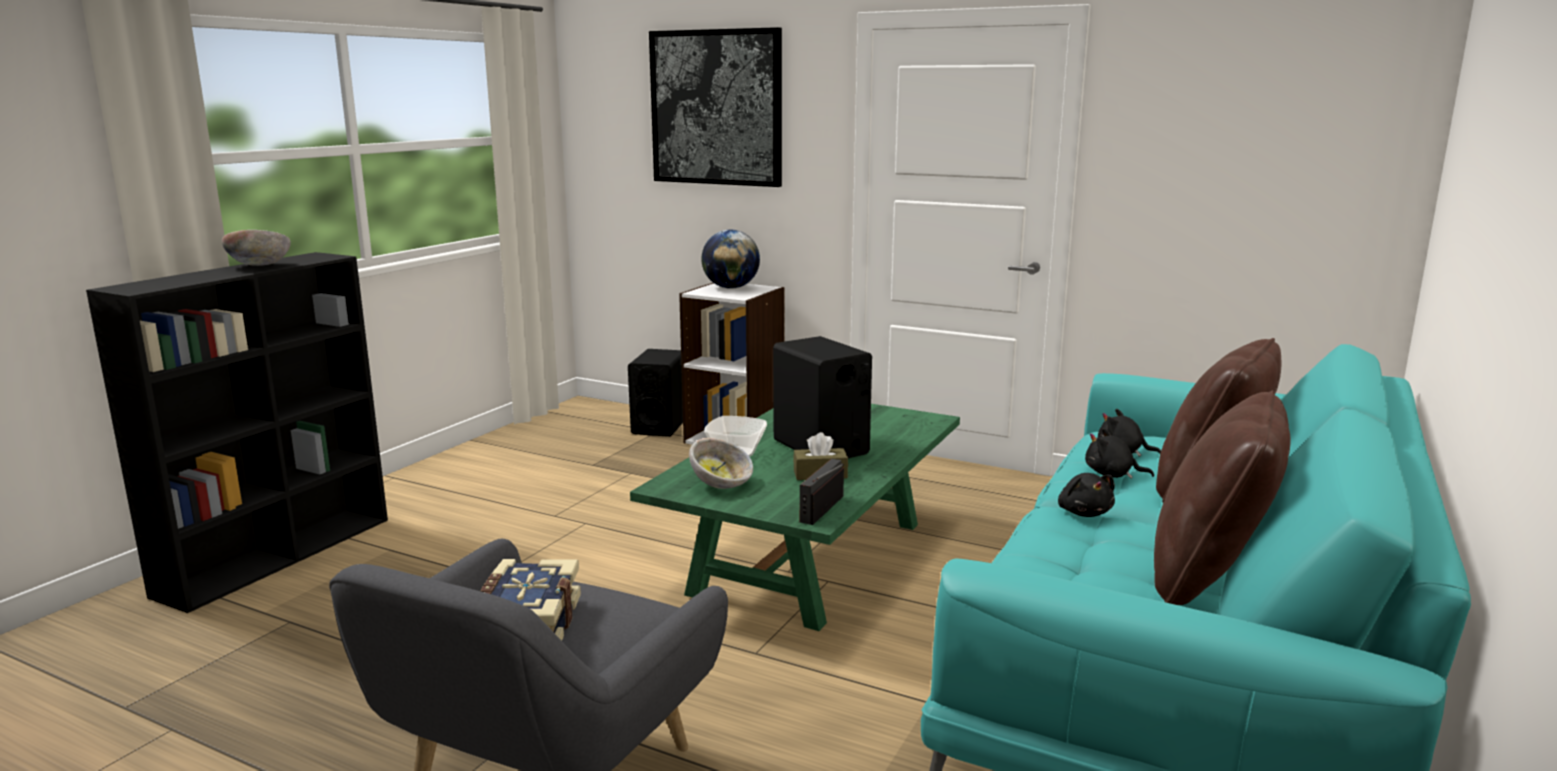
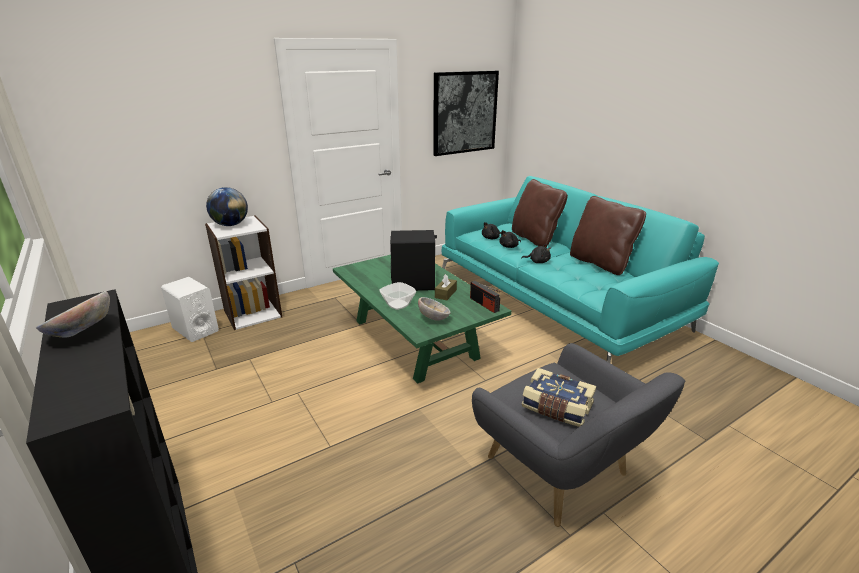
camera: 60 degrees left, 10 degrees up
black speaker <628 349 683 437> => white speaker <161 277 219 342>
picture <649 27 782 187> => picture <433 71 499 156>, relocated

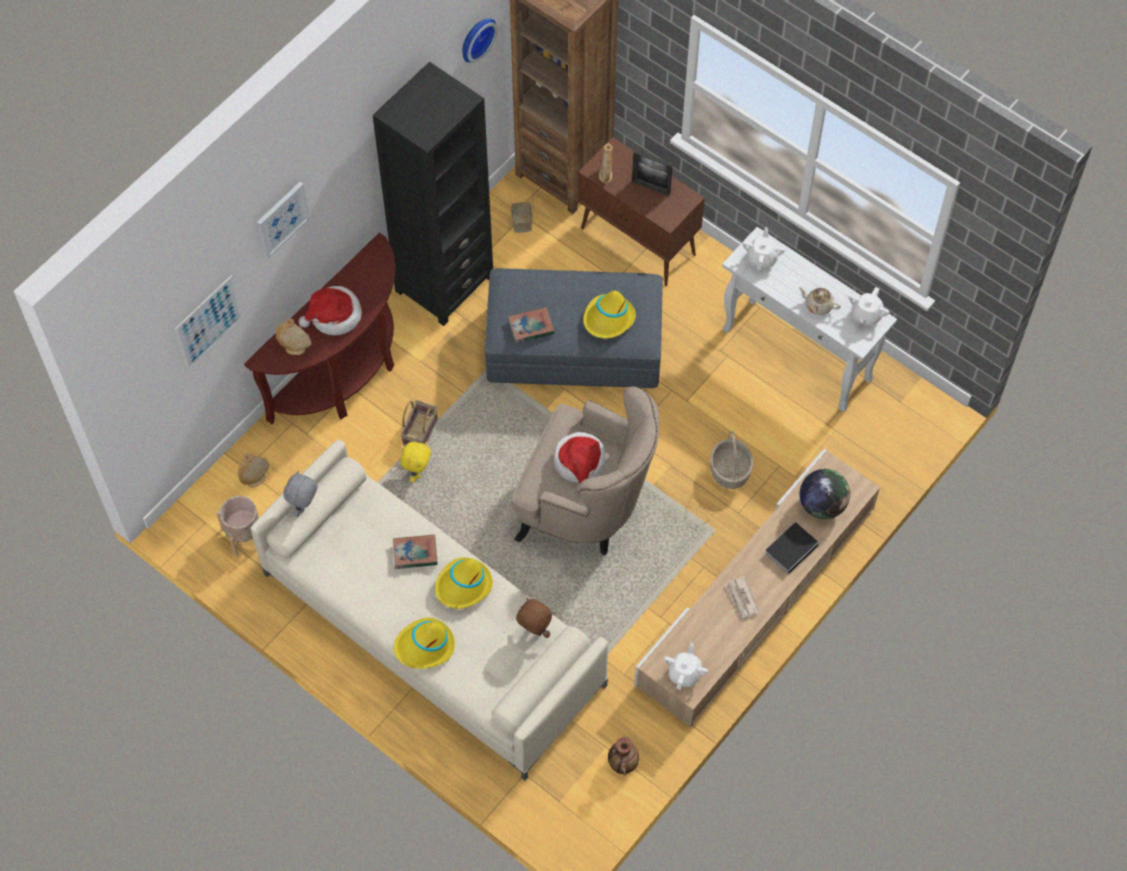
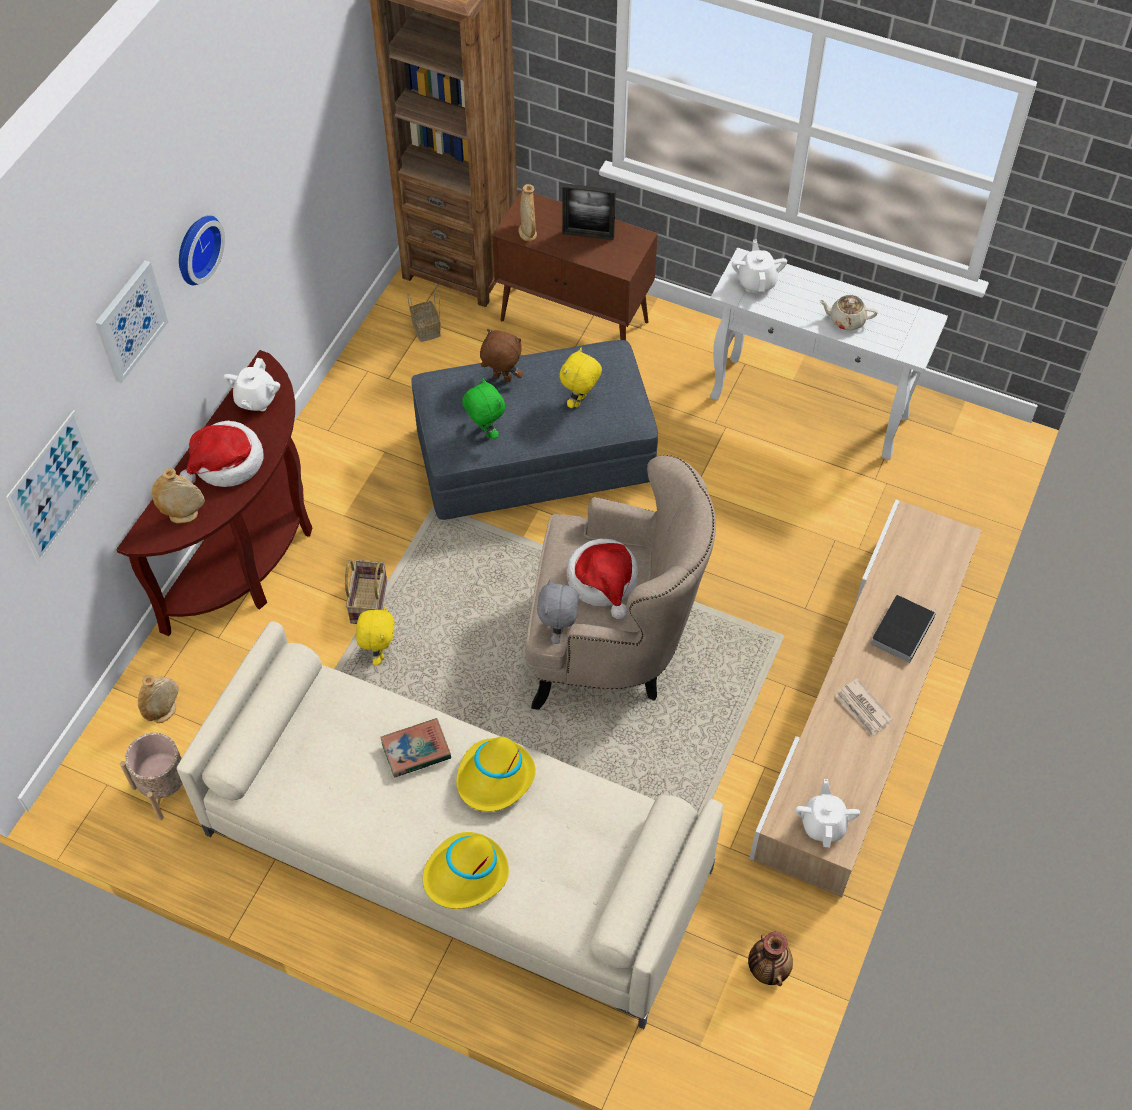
camera: 15 degrees left, 5 degrees down
wall clock <462 18 498 63> => wall clock <179 215 225 285>, relocated
white teapot <849 287 889 326> => white teapot <223 358 280 411>, relocated
book <508 307 554 343> => green plush toy <462 378 505 439>
brown plush toy <516 598 552 638> => brown plush toy <480 329 523 382>, relocated
grey plush toy <283 470 317 517> => grey plush toy <537 579 579 644>, relocated
yellow hat <583 291 636 339> => yellow plush toy <560 347 602 408>
black bookcase <373 62 493 326> => nothing
basket <710 431 753 489> => nothing
globe <800 469 850 519> => nothing

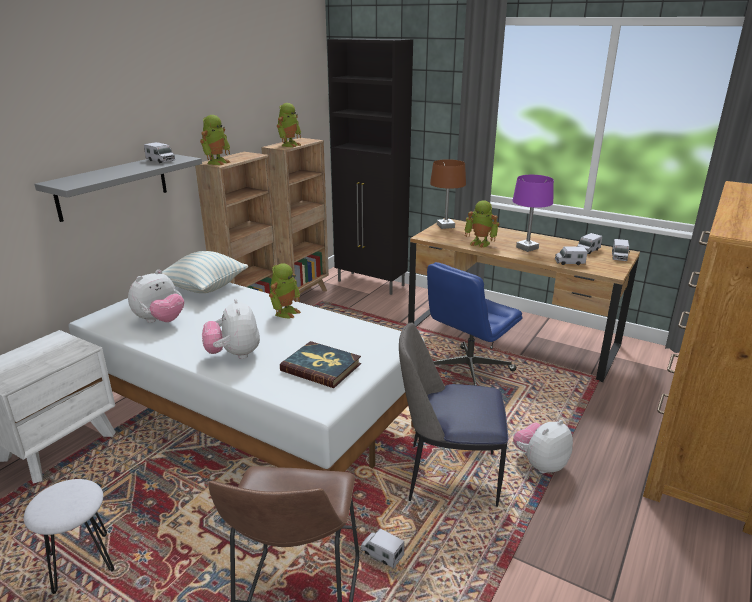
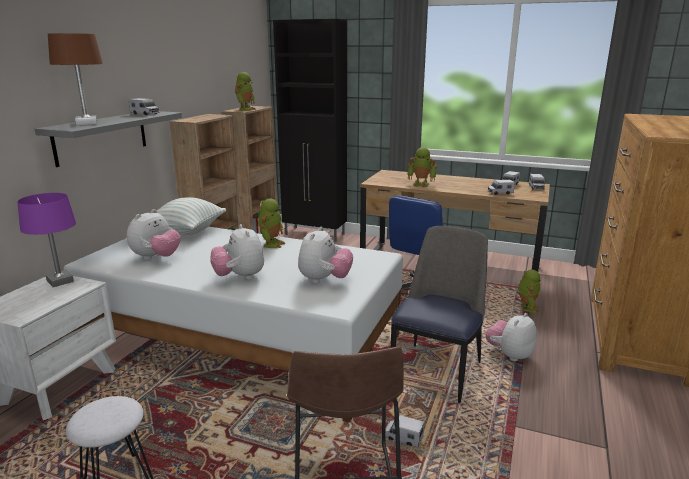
camera: 10 degrees left, 5 degrees down
purple table lamp <512 175 554 252> => purple table lamp <17 193 76 287>, relocated
brown table lamp <430 159 466 229> => brown table lamp <48 33 103 126>, relocated
book <280 341 361 388> => plush toy <298 227 353 283>
chair <399 322 508 507> => chair <391 226 488 403>, 120 degrees clockwise
toy robot <200 115 231 165> => toy robot <518 270 540 313>, relocated

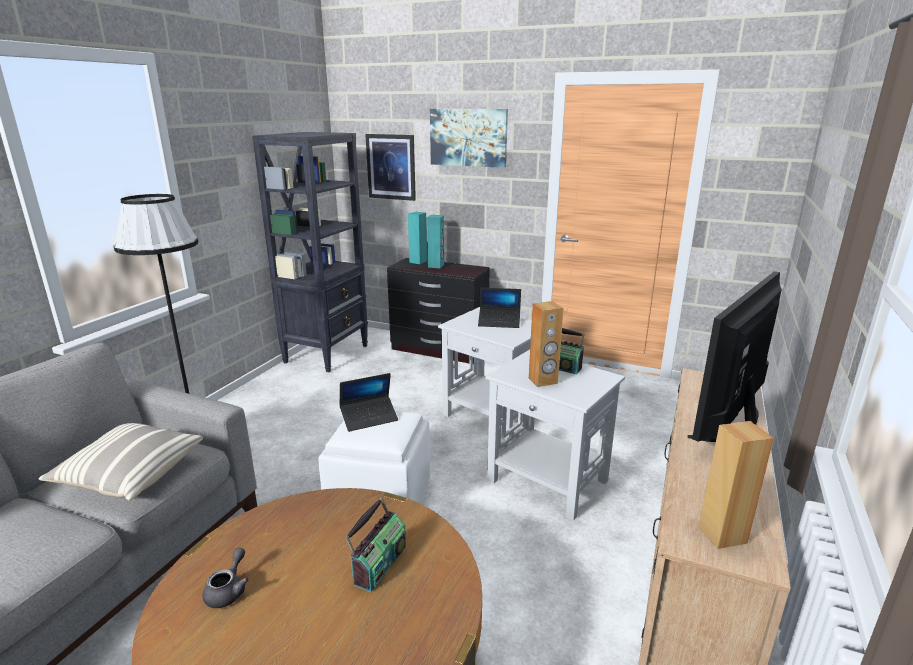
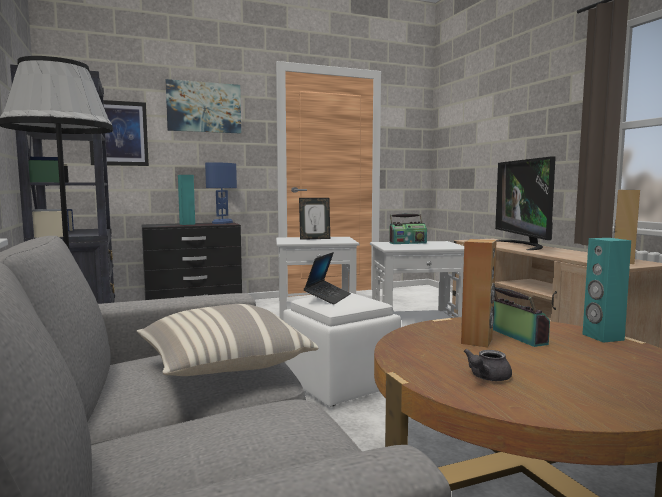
camera: 45 degrees left, 15 degrees down
nothing => blue table lamp <205 162 237 224>
laptop <478 288 521 328> => picture frame <299 198 330 240>
brown speaker <529 301 564 387> => brown speaker <461 239 497 347>, relocated
grey teapot <203 548 249 608> => grey teapot <464 349 512 381>, 105 degrees counterclockwise
turquoise speaker <408 212 427 264> => turquoise speaker <583 238 631 343>, relocated

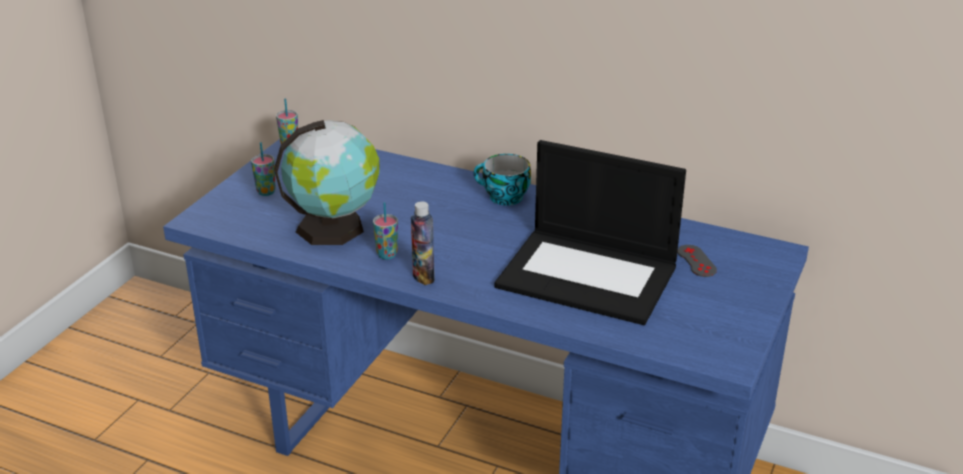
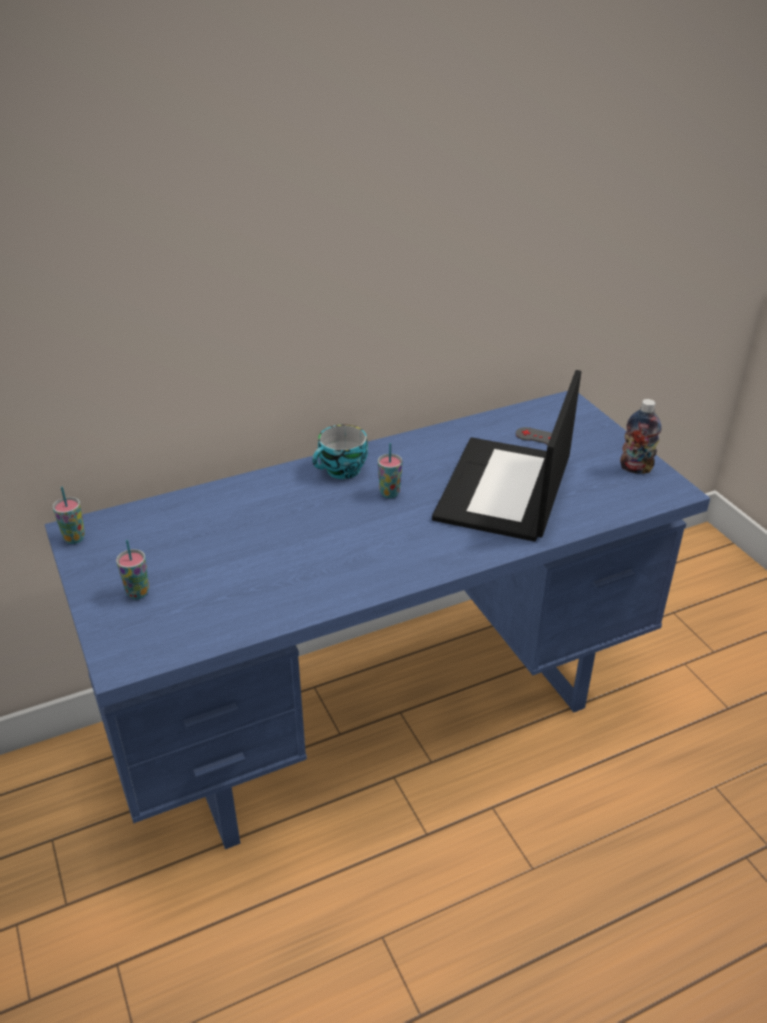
camera: 50 degrees left, 5 degrees up
cup <373 202 398 260> => cup <378 443 402 498>, relocated
laptop <494 140 686 325> => laptop <432 370 581 542>, 135 degrees clockwise
bottle <411 201 435 285> => bottle <620 399 662 474>, relocated
globe <274 120 380 245> => nothing

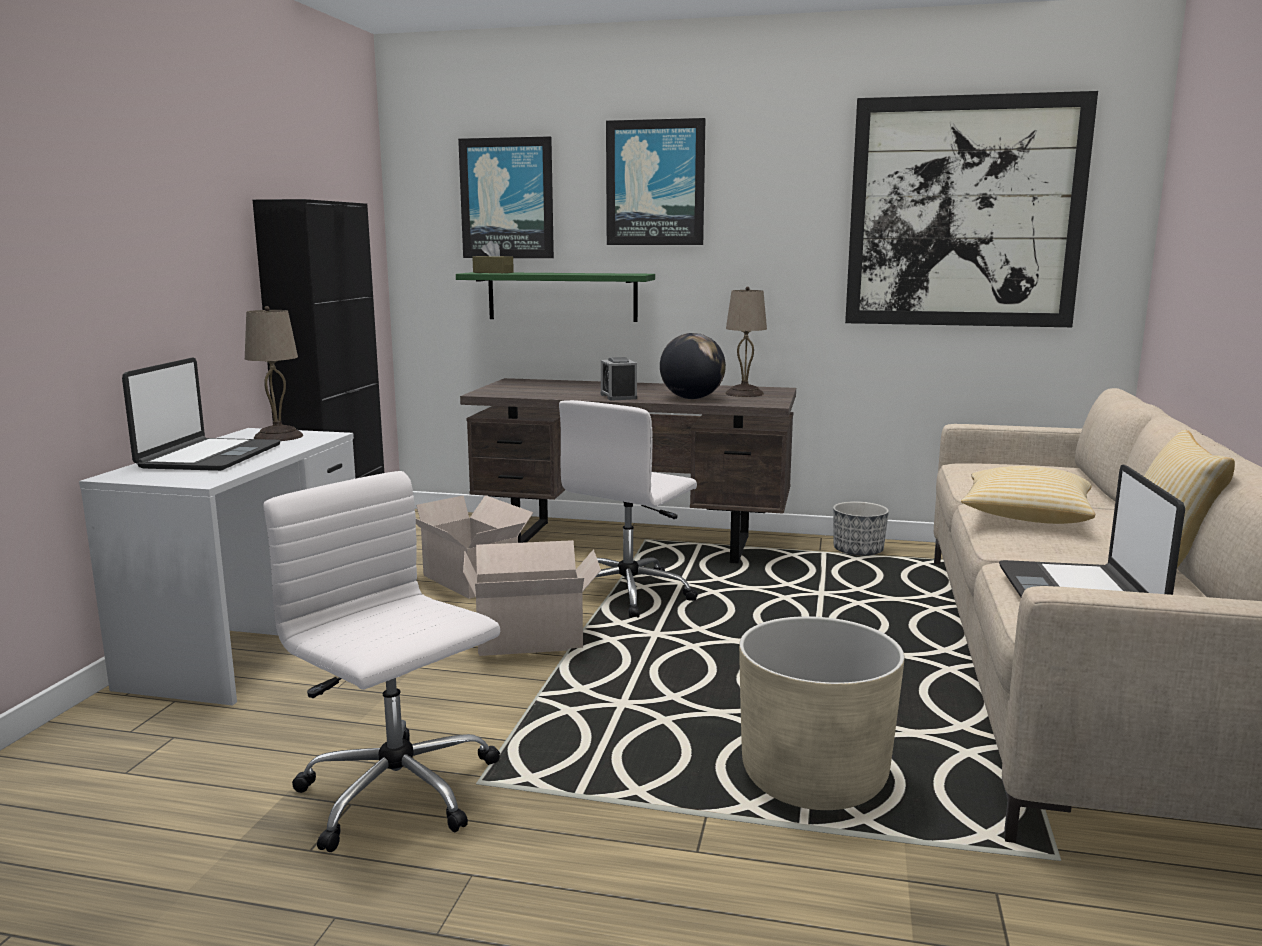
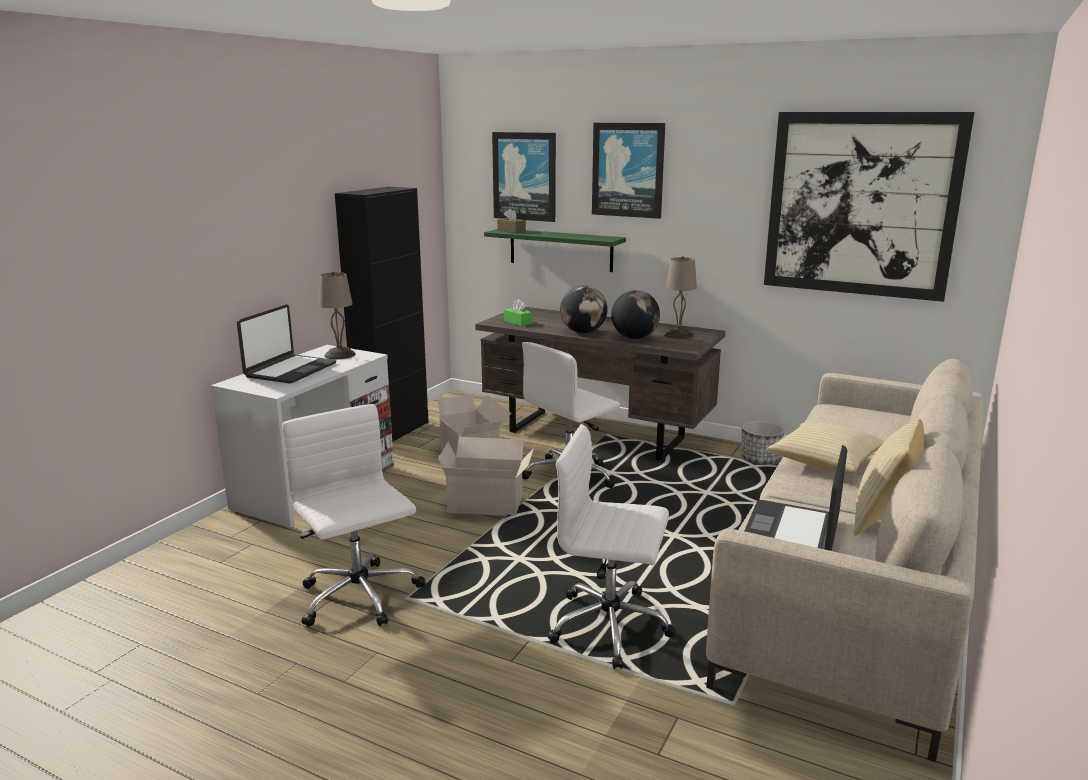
camera: 15 degrees right, 5 degrees up
nothing => green tissue box <504 299 532 326>
beige planter <739 616 904 810> => white office chair <547 424 675 669>
alarm clock <601 357 637 401> => globe <560 286 608 333>

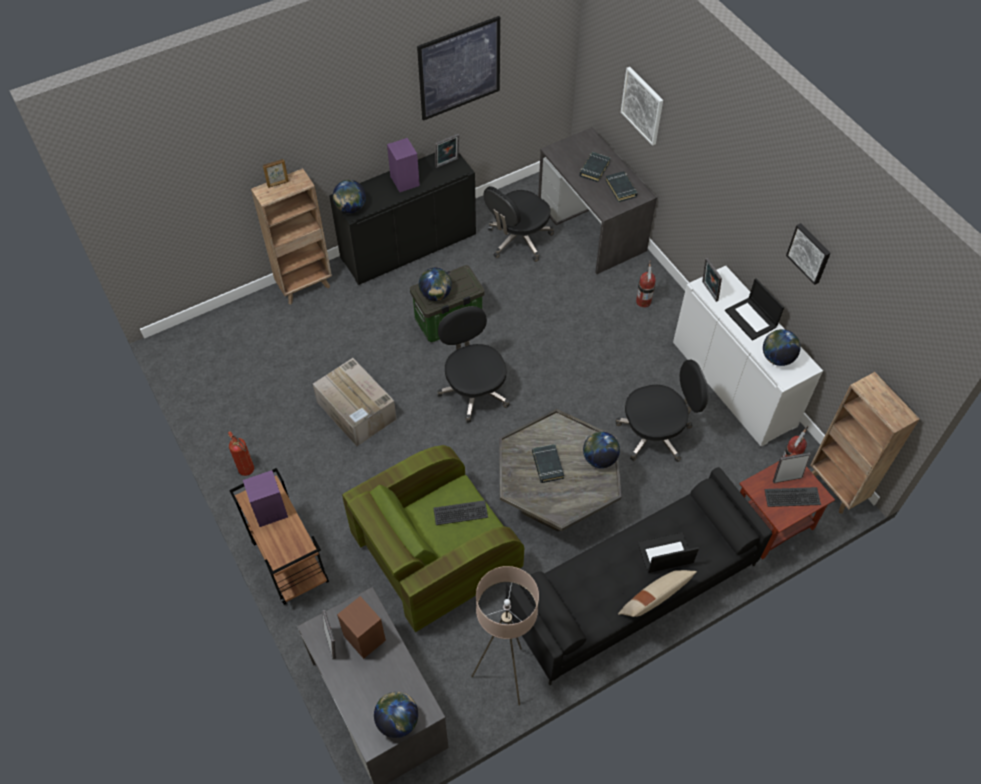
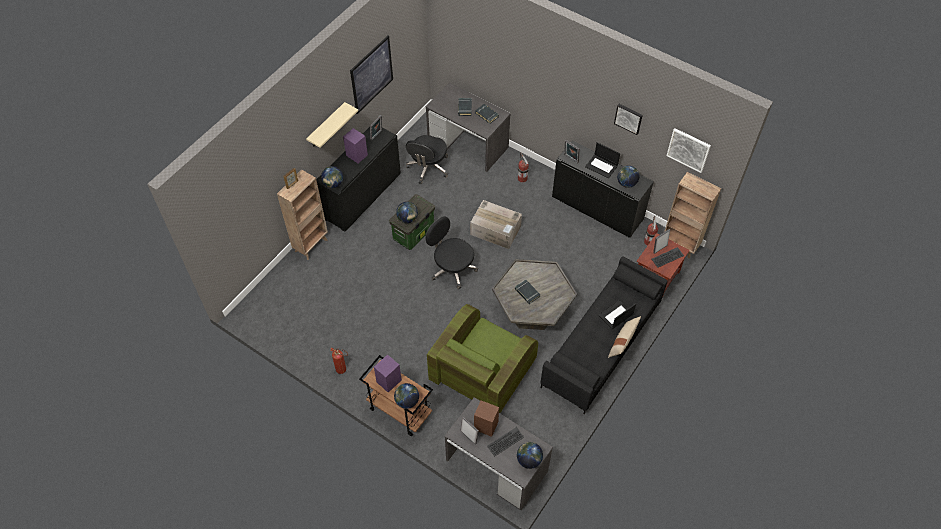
camera: 25 degrees left, 0 degrees up
nothing => beige shelf <306 102 358 148>
globe <583 431 620 468> => globe <394 383 419 409>, relocated
cardboard box <313 358 397 446> => cardboard box <470 200 522 249>, relocated
keyboard <433 500 488 525> => keyboard <487 427 524 457>, relocated
white cabinet <673 266 823 446> => black cabinet <552 141 654 238>
picture <621 67 663 146> => picture <666 128 711 173>, relocated
beige floor lamp <471 566 539 706> => nothing
black office chair <615 359 709 462> => nothing

